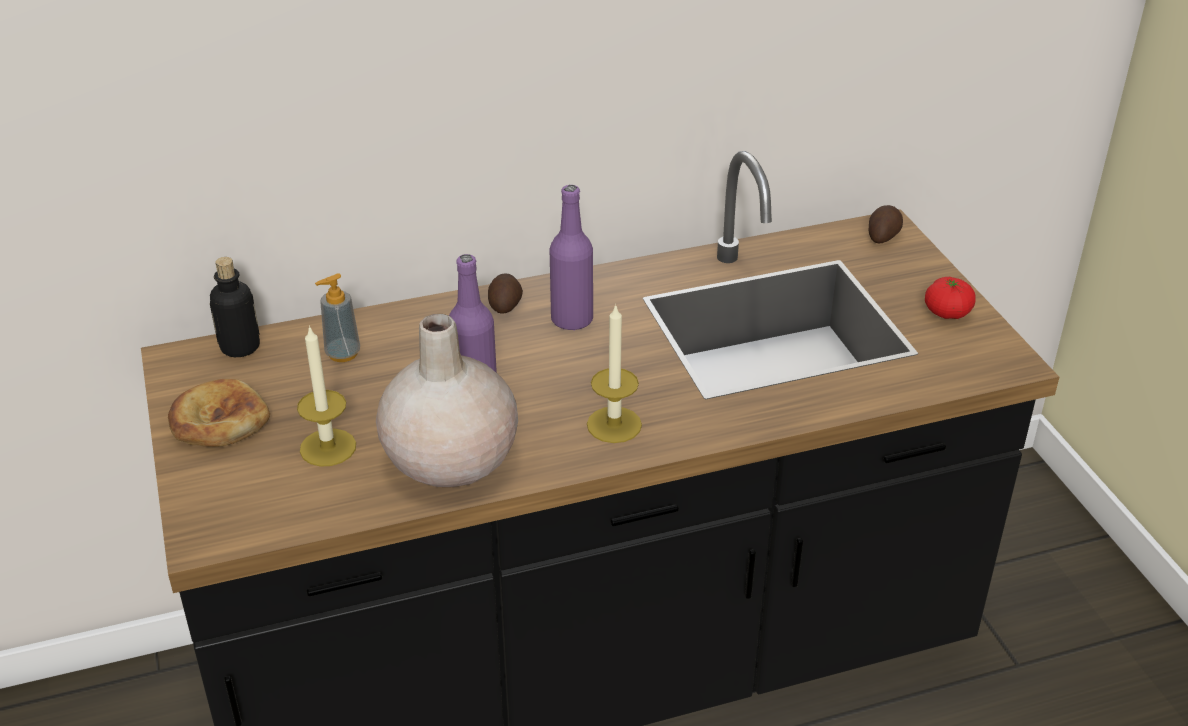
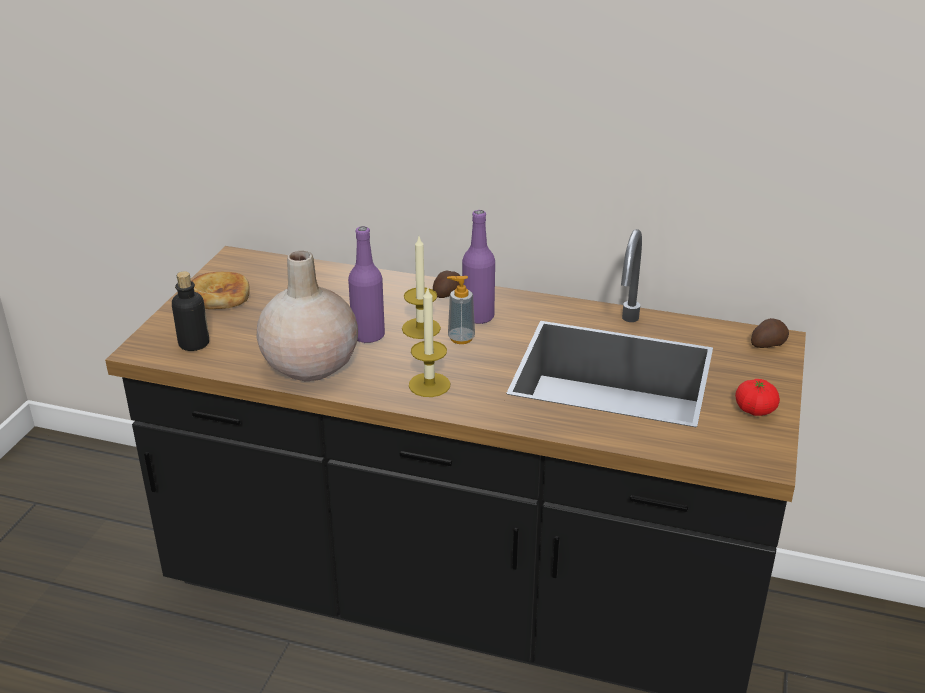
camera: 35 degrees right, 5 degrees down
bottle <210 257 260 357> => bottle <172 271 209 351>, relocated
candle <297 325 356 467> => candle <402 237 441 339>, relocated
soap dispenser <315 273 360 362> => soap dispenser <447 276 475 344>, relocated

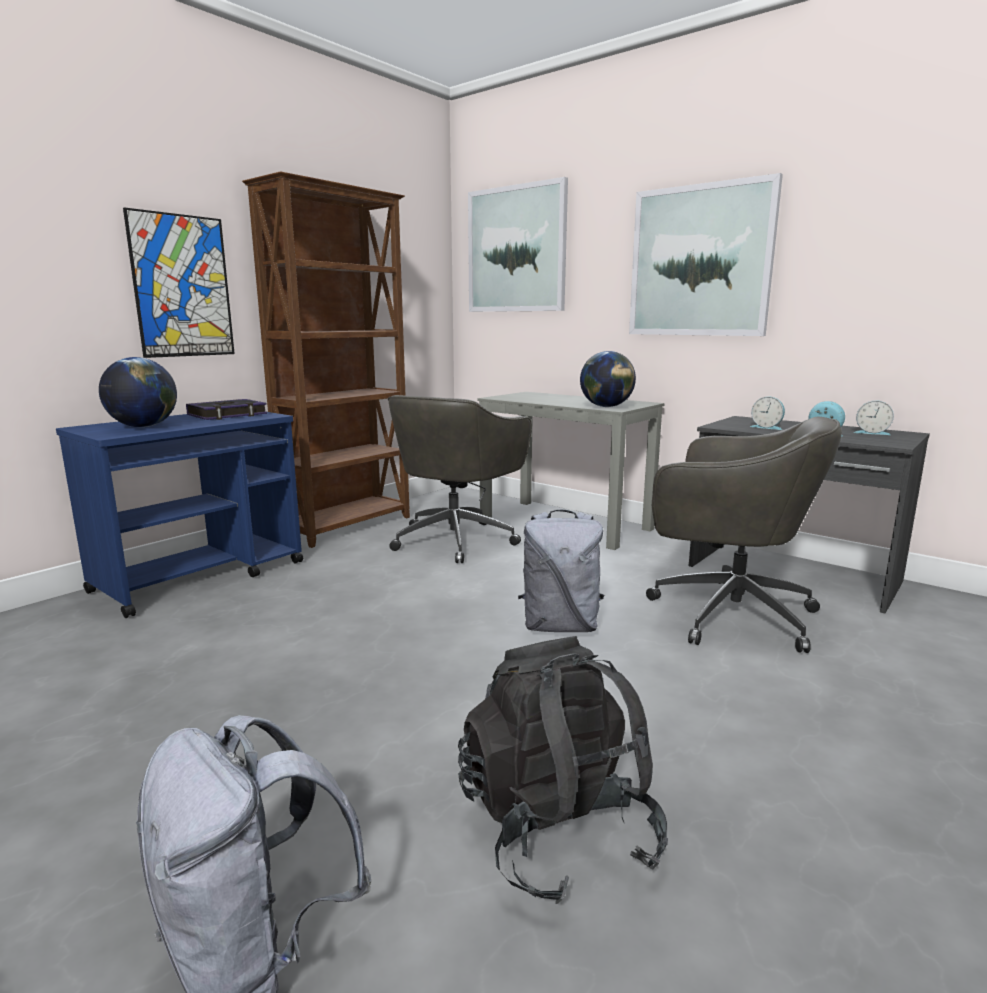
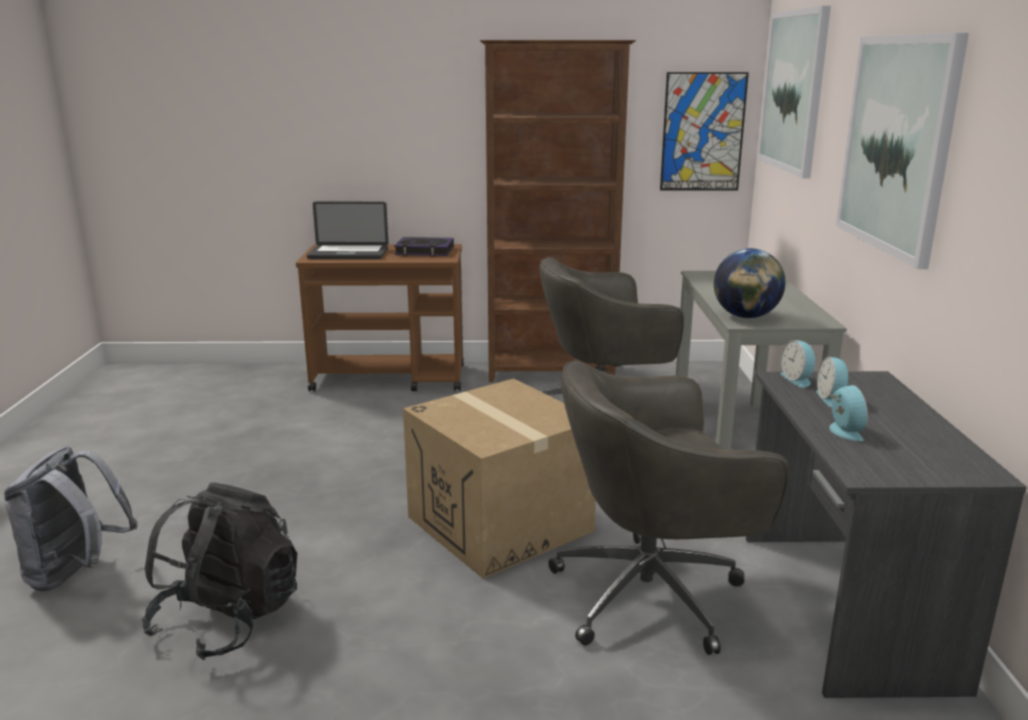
camera: 50 degrees right, 5 degrees up
blue cart <56 412 304 618> => brown cart <296 244 464 392>
globe <99 357 177 427> => laptop <307 202 388 259>
grey backpack <518 510 604 632> => cardboard box <403 378 596 579>
grey office chair <646 416 842 653> => grey office chair <548 361 788 655>, 90 degrees clockwise
picture <123 207 235 358> => picture <660 72 749 191>, relocated
alarm clock <854 401 894 435> => alarm clock <780 340 817 388>, relocated

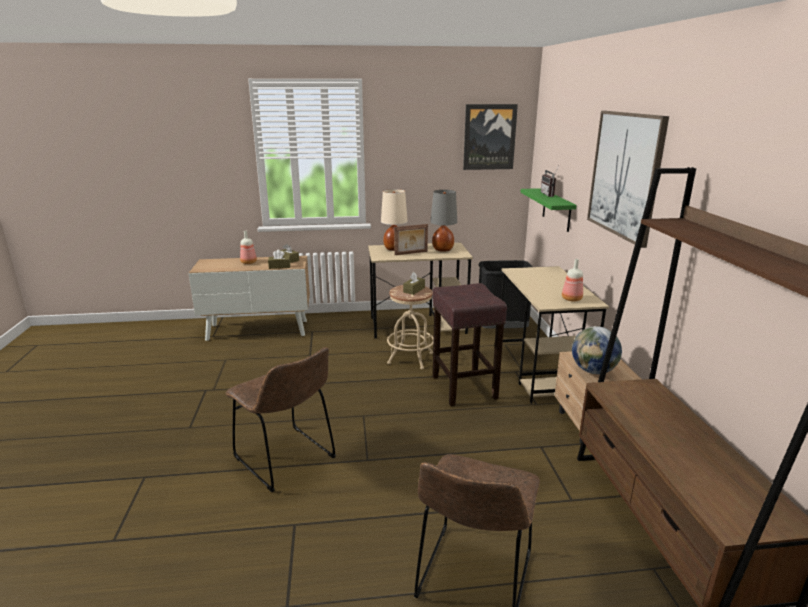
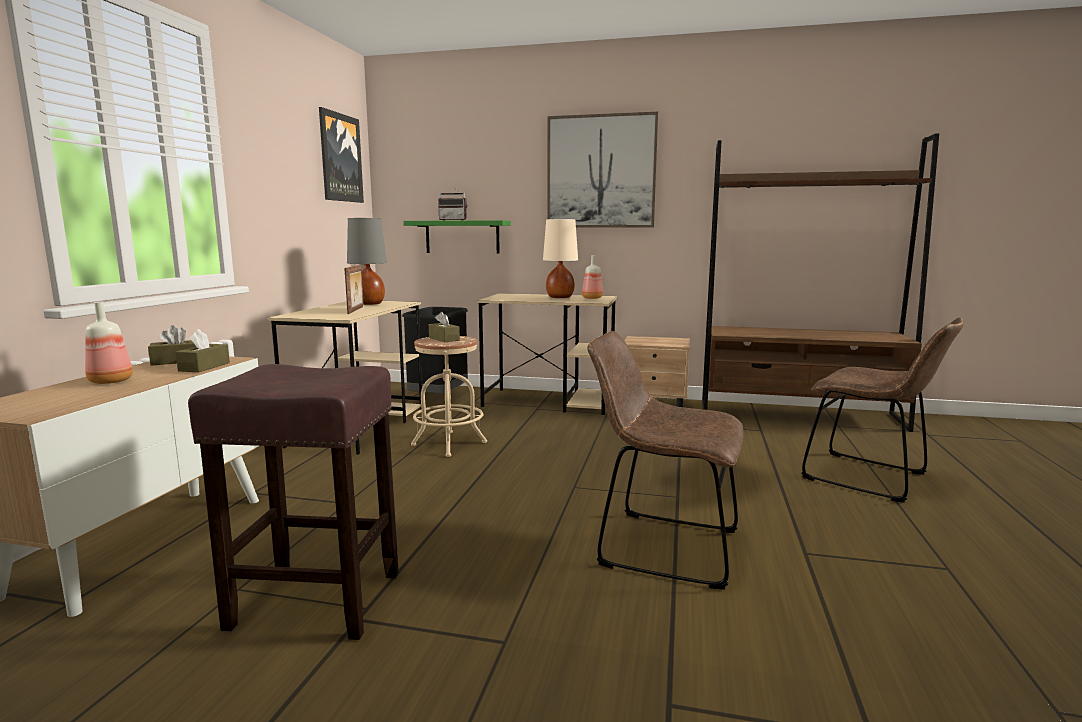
camera: 70 degrees left, 10 degrees down
brown stool <433 283 507 406> => brown stool <188 364 399 640>, relocated
beige table lamp <381 189 408 251> => beige table lamp <543 219 578 298>, relocated
brown chair <225 347 336 492> => brown chair <587 331 744 590>, 135 degrees counterclockwise
globe <572 326 622 374> => nothing

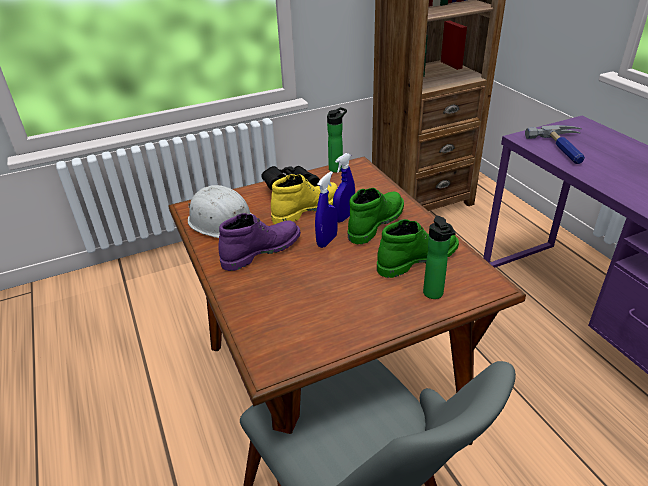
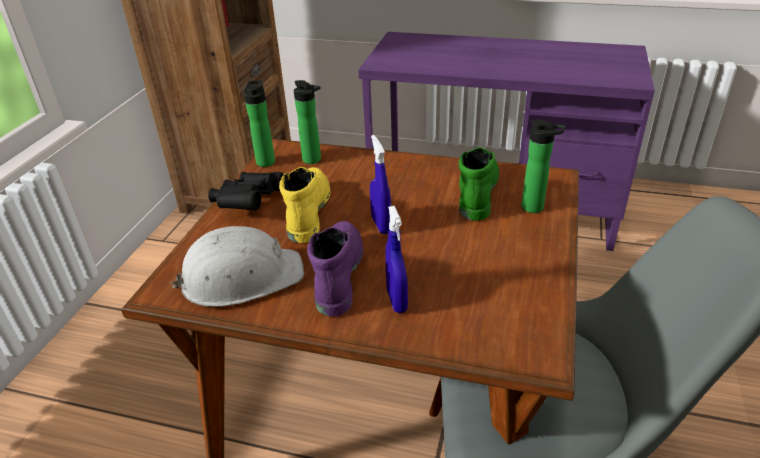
camera: 50 degrees left, 0 degrees up
nothing => bottle <294 80 321 164>
blue spray bottle <333 153 355 223> => blue spray bottle <385 206 408 313>, relocated
green boot <348 188 404 244> => nothing
hammer <525 125 585 164> => nothing

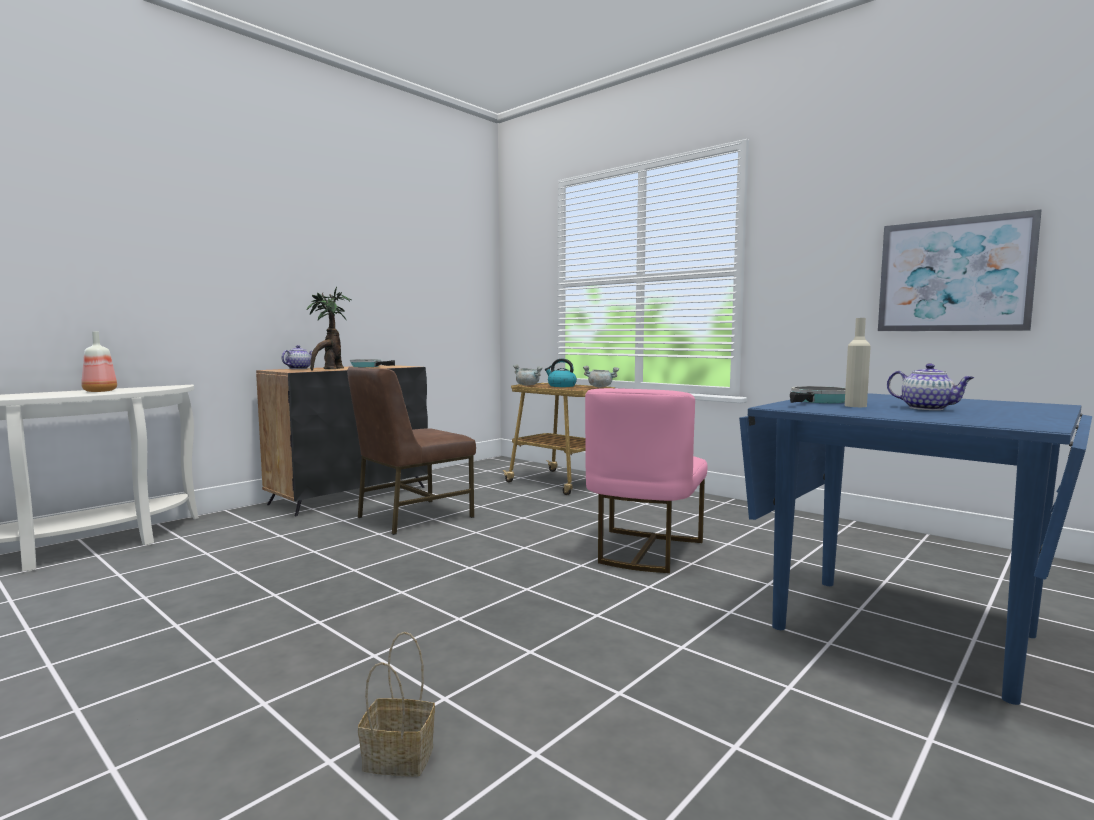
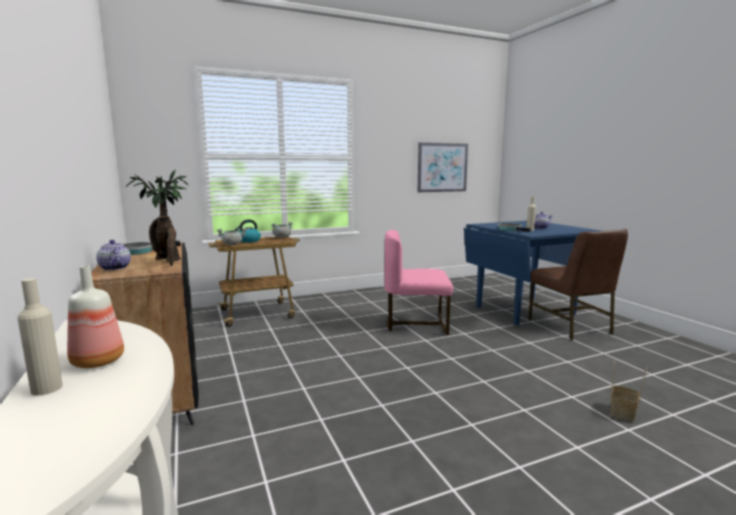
camera: 65 degrees left, 5 degrees up
nothing => beige bottle <17 278 63 396>
pink chair <585 388 708 573> => pink chair <384 230 453 335>, 135 degrees clockwise
brown chair <347 367 476 535> => brown chair <528 229 628 340>, relocated

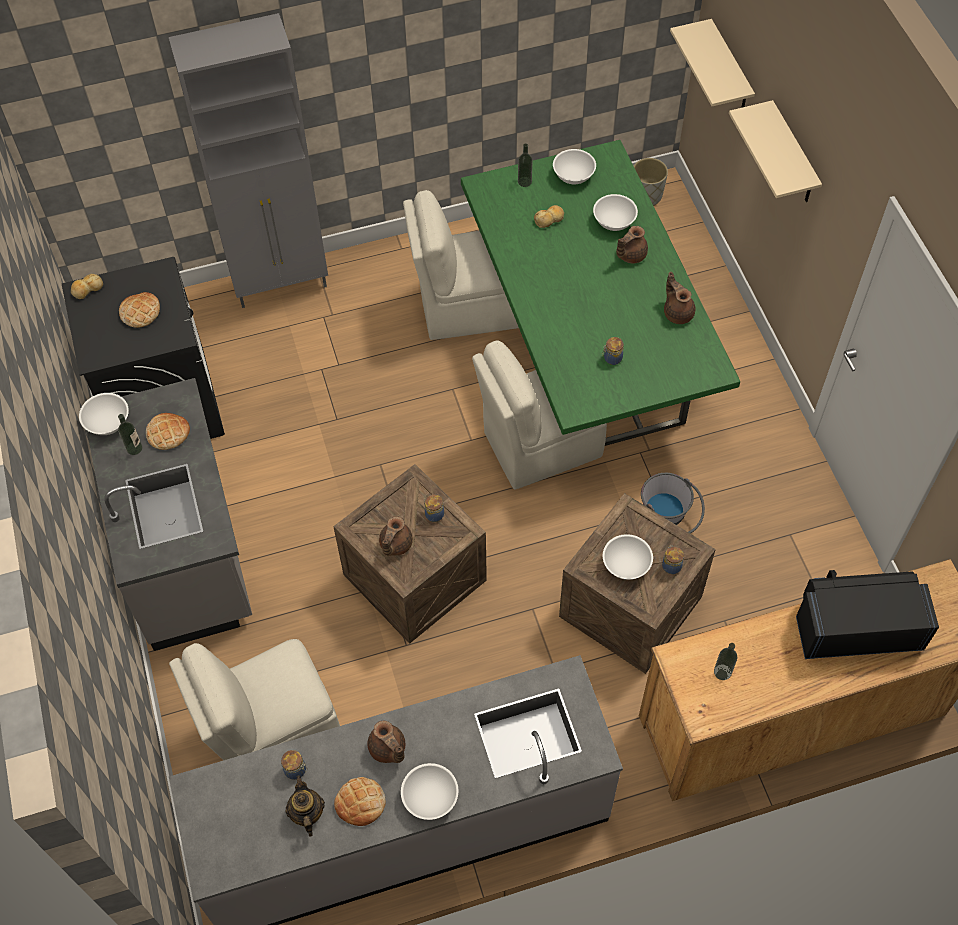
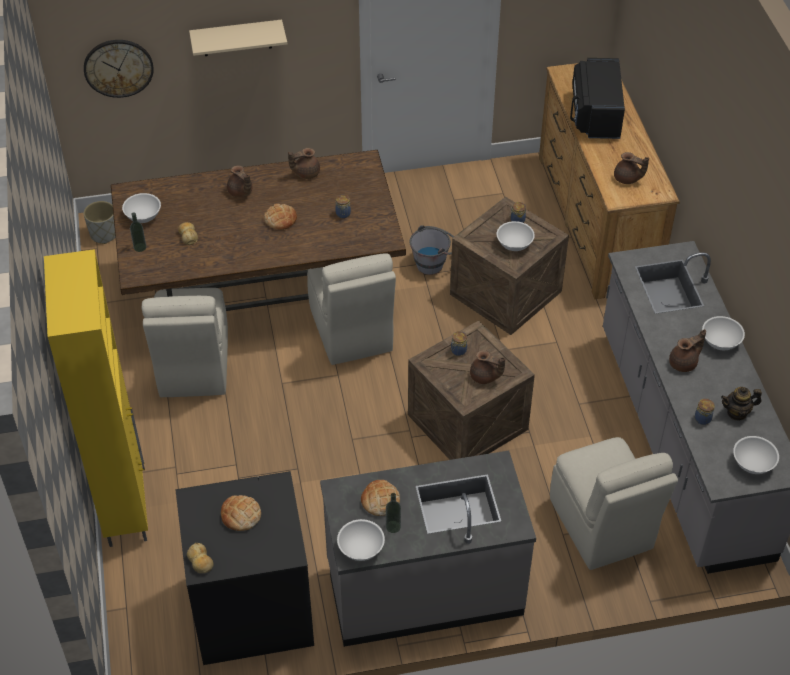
camera: 85 degrees left, 10 degrees down
grey cabinet <169 13 328 308> => yellow cabinet <44 249 148 547>
beige shelf <670 19 755 108> => wall clock <84 40 154 98>
green dining table <461 140 740 446> => brown dining table <111 150 406 311>
bread <334 777 386 826> => bread <264 204 297 230>, relocated
bottle <714 643 737 680> => brown teapot <614 152 649 184>
white bowl <593 194 638 231> => white bowl <733 436 779 474>, relocated

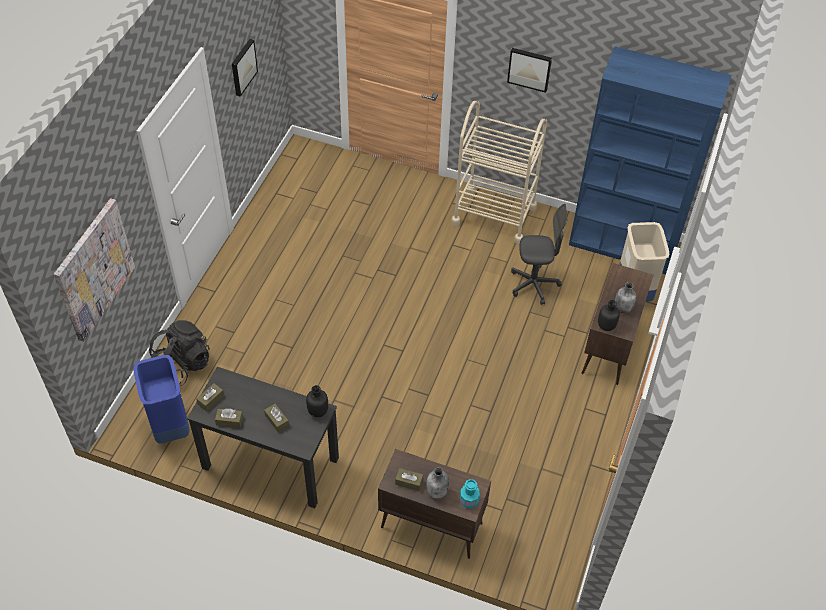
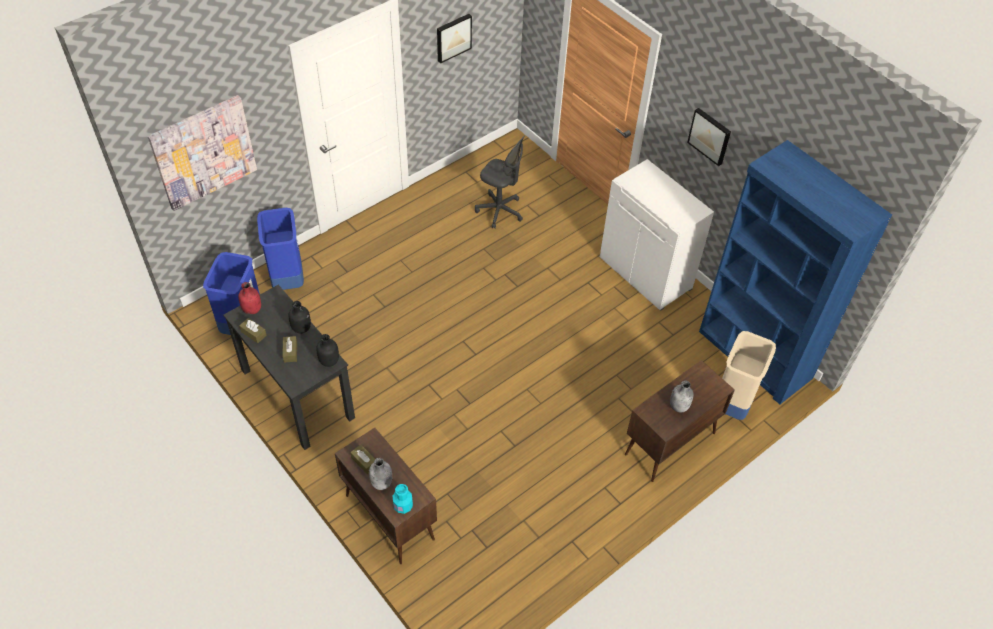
camera: 30 degrees right, 0 degrees up
brown tissue box <196 383 224 411> => red bottle <238 282 261 315>
black backpack <149 320 210 386> => blue trash can <257 208 304 290>
black bottle <598 300 620 331> => black bottle <288 301 311 333>, relocated
grey office chair <511 204 568 305> => grey office chair <475 135 525 229>, relocated
beige cart <451 101 547 244> => white cabinet <600 159 714 311>

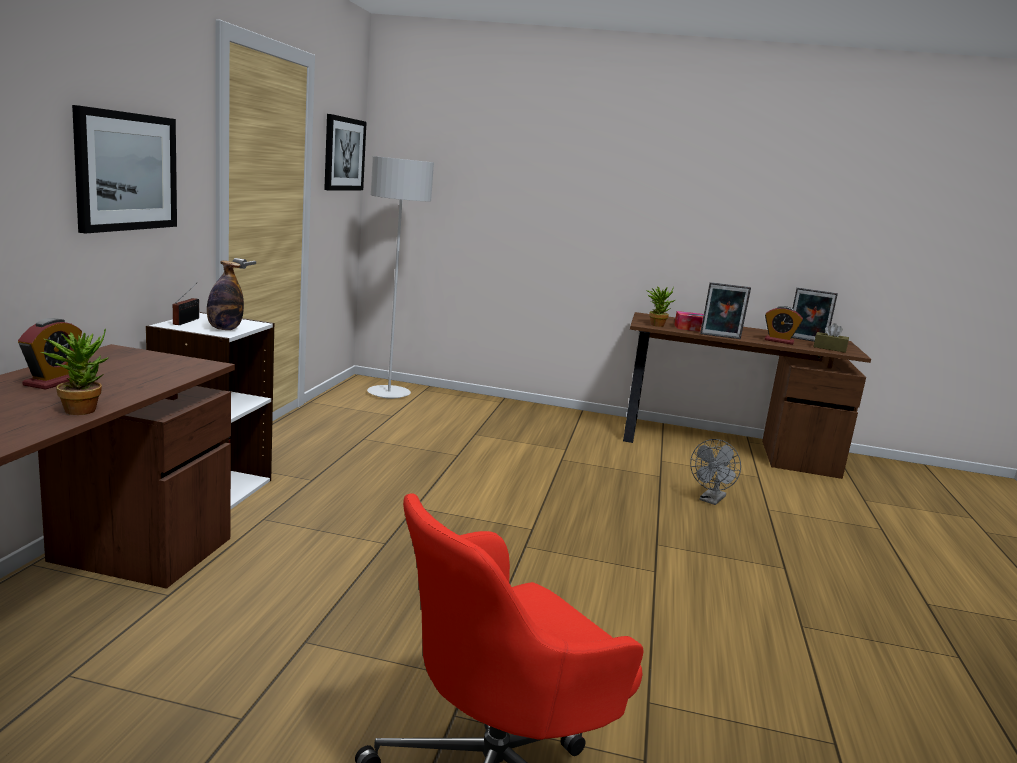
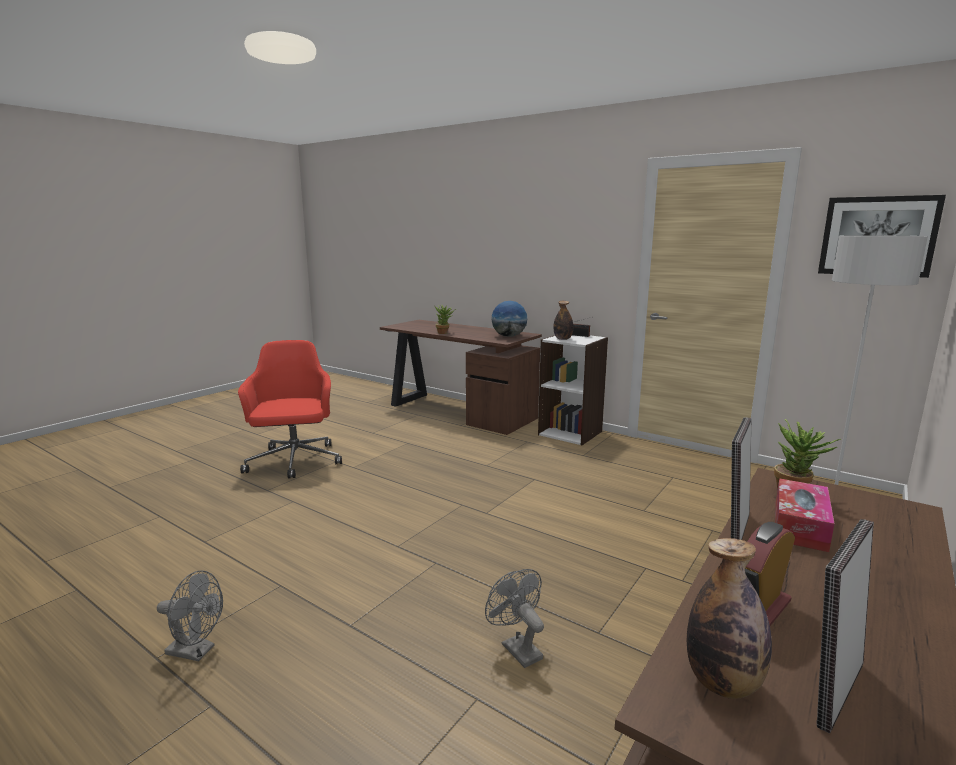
camera: 115 degrees right, 0 degrees up
nothing => grey fan <157 570 223 662>
nothing => globe <491 301 527 337>
brown tissue box <813 323 849 353> => bottle <687 538 772 699>
alarm clock <18 318 82 390> => nothing
picture <72 105 177 234> => nothing

